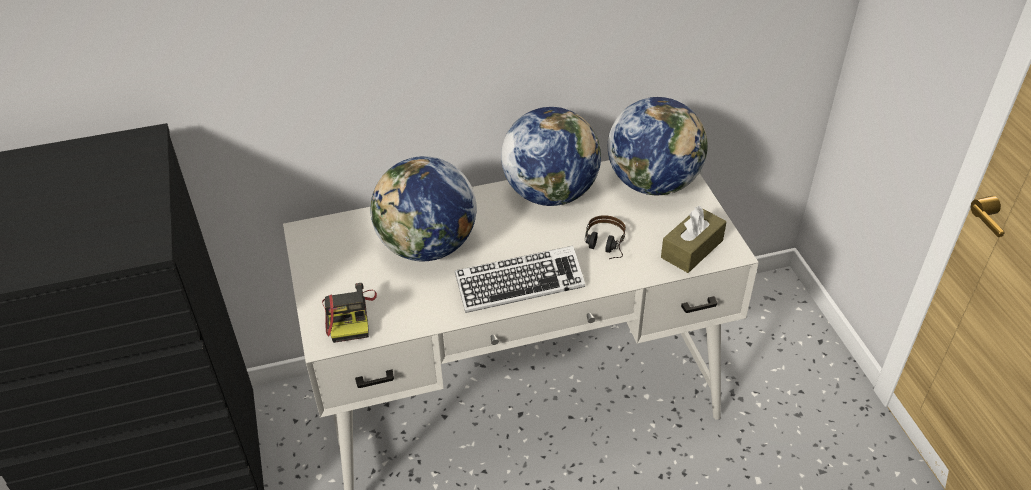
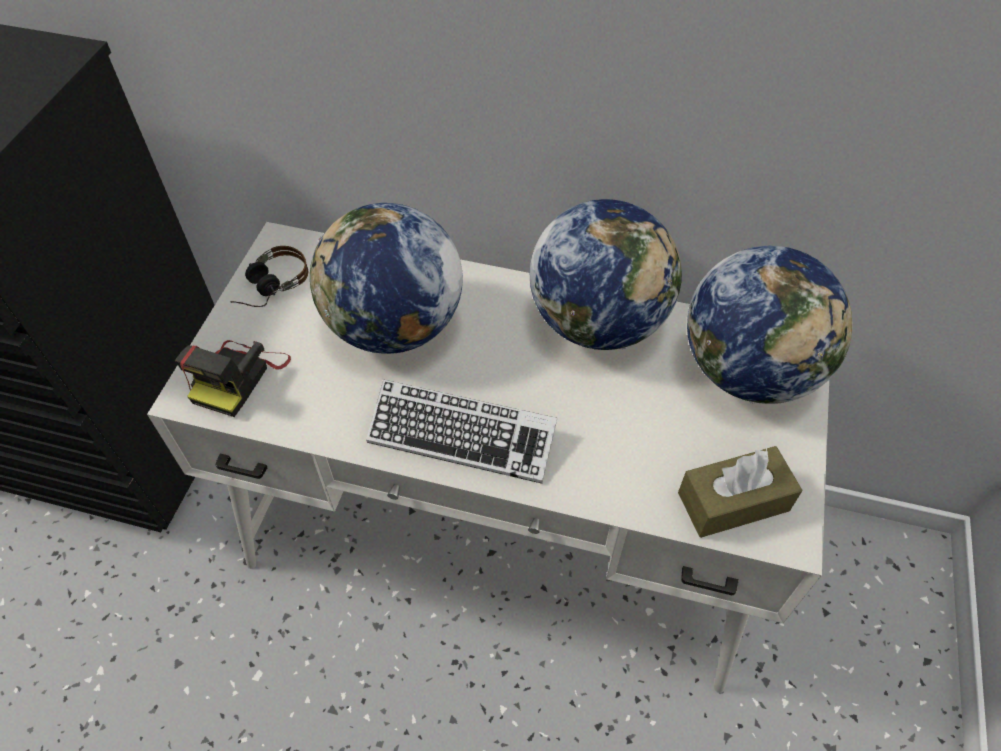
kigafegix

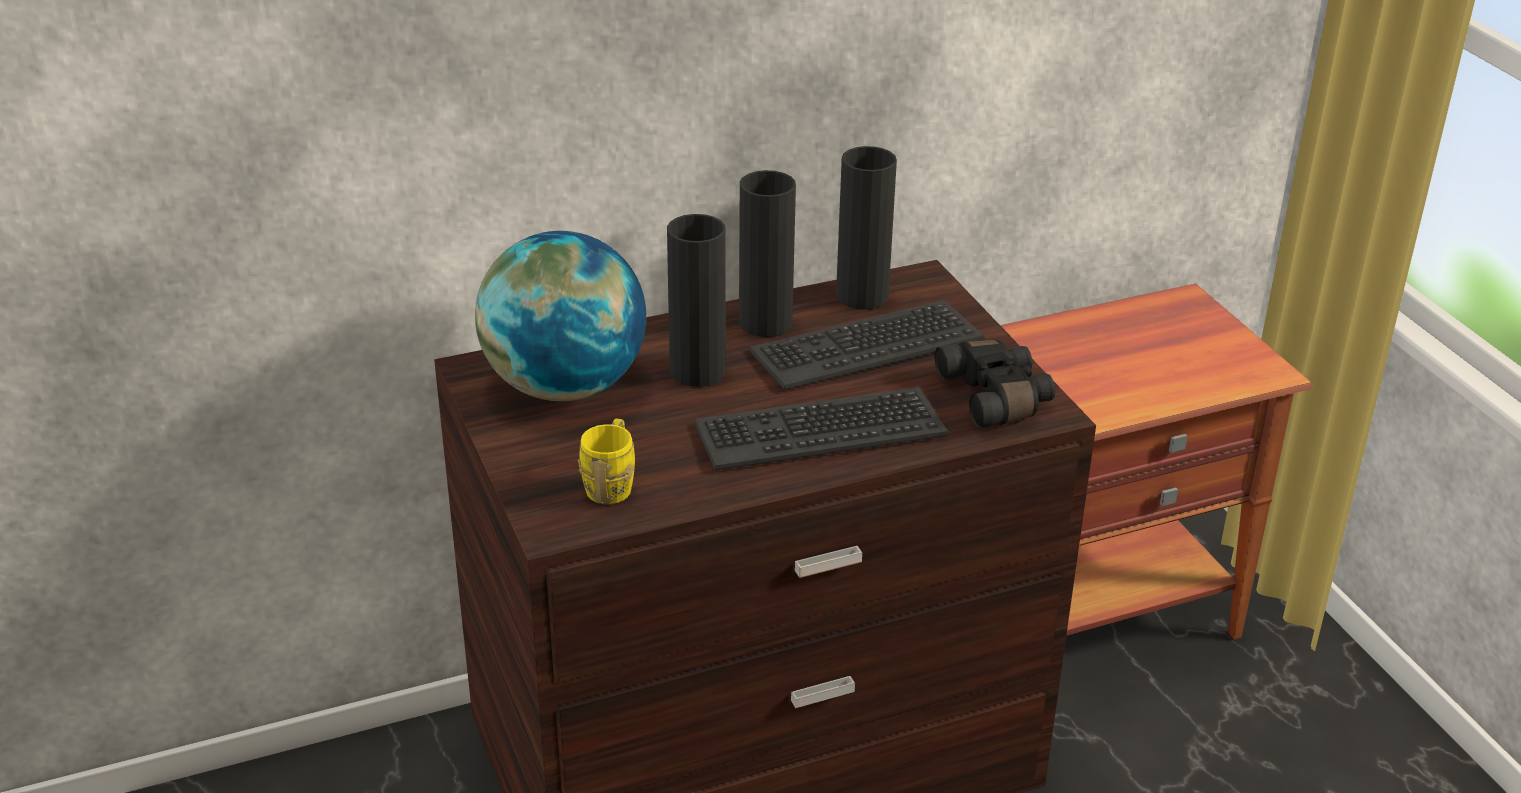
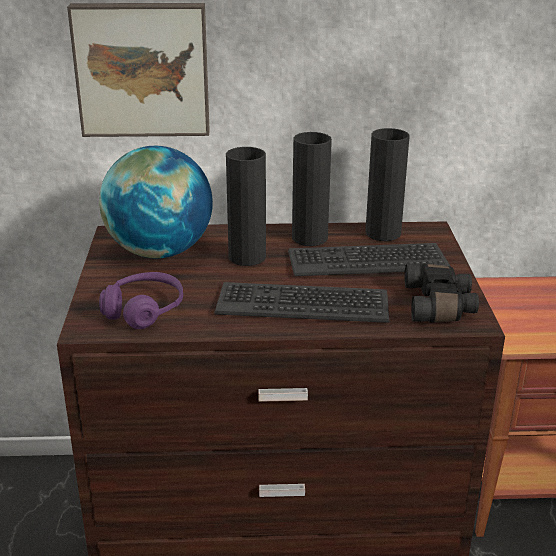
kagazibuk; kigafegix (purple)

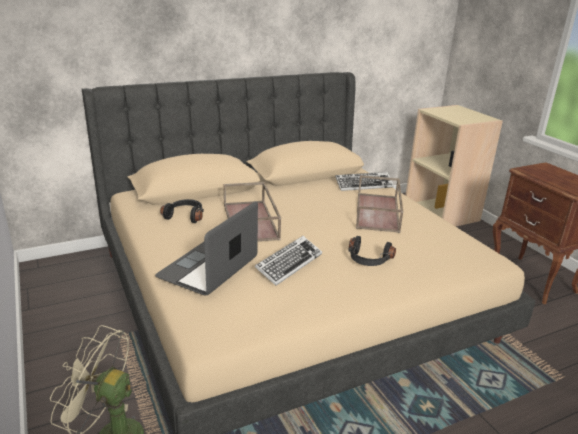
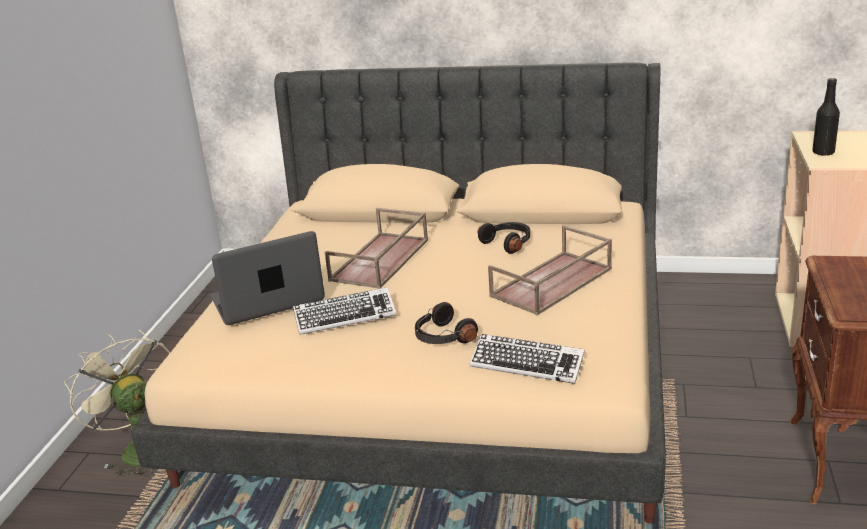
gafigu (no. 2 from left); kigafegix (black) (no. 2 from left); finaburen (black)

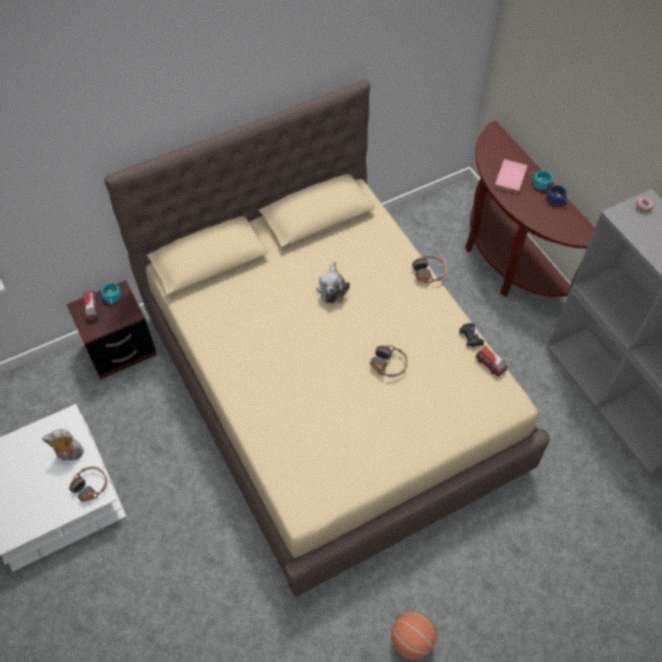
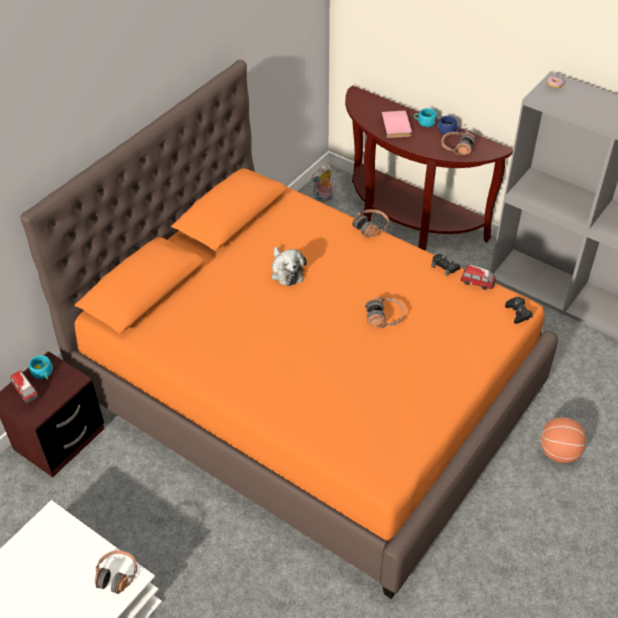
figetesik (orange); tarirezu (no. 2 from left); kigafegix (no. 4 from left); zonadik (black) (no. 2 from left); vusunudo

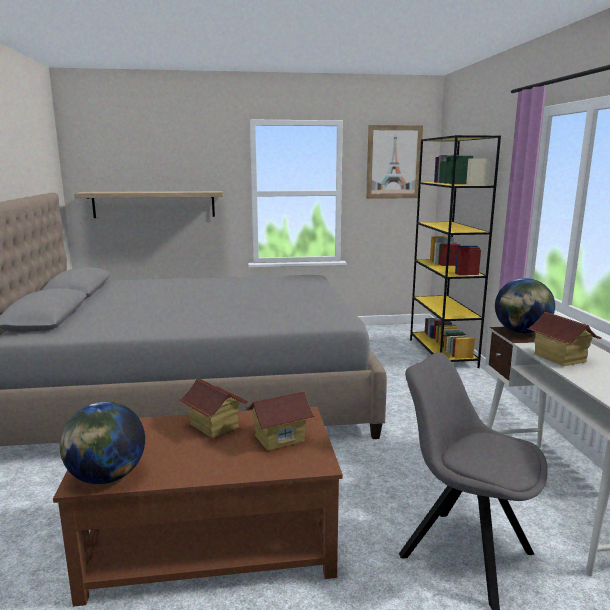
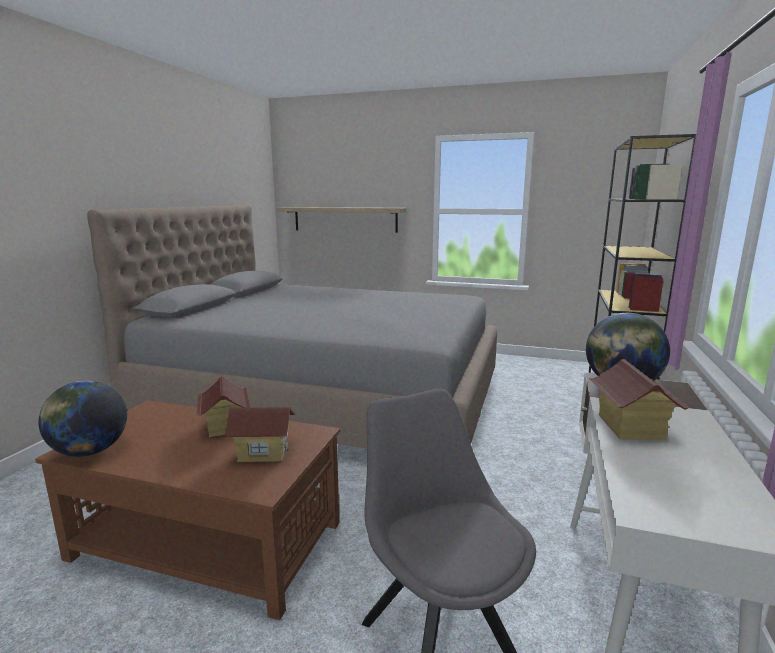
kagazibuk

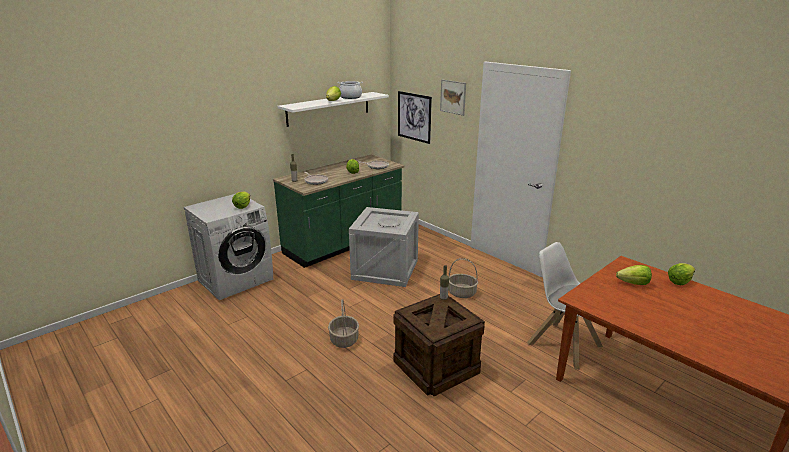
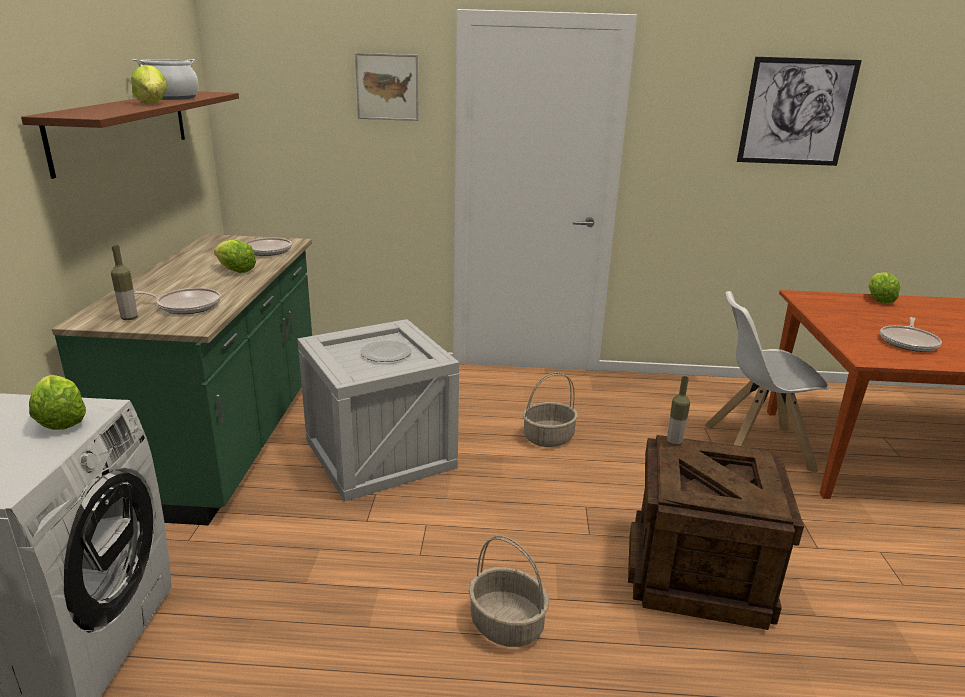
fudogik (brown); kagazibuk (no. 2 from left); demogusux (no. 3 from left); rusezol (no. 4 from left in the first image)

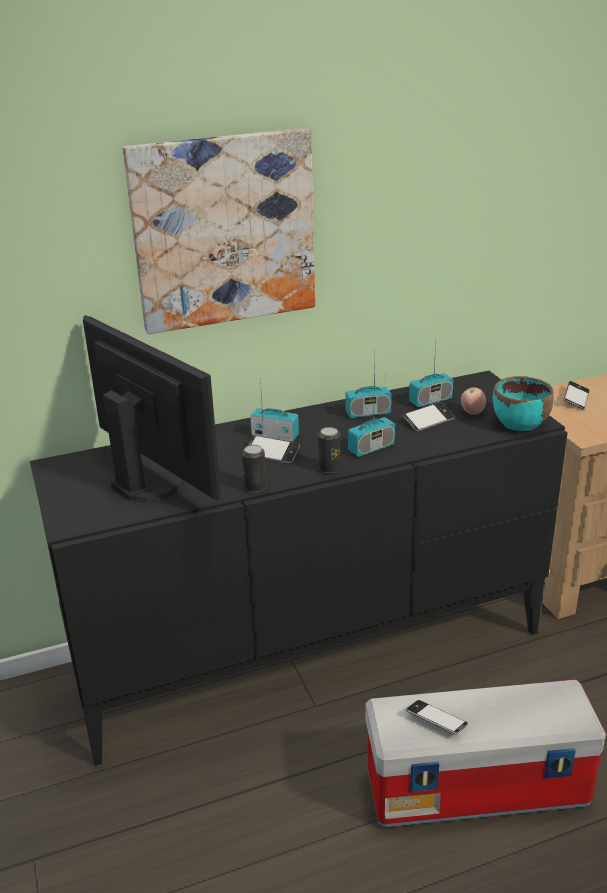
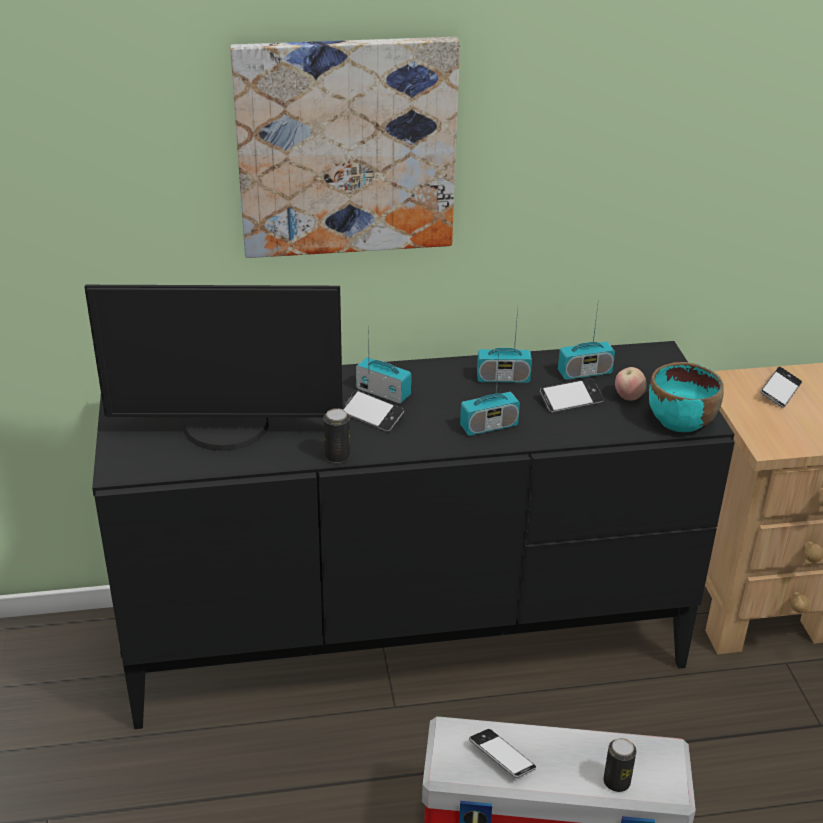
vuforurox; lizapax (no. 2 from left)

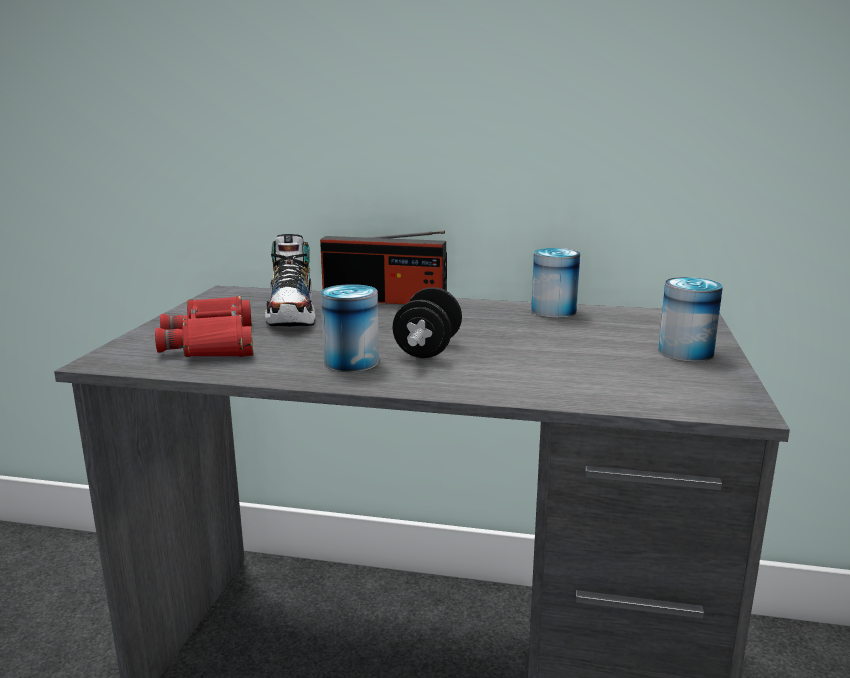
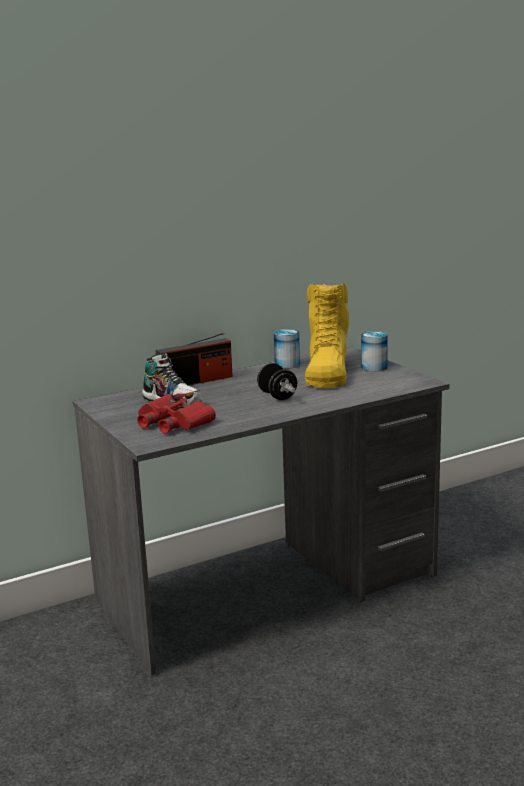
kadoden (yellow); lizapax (no. 1 from left in the first image)

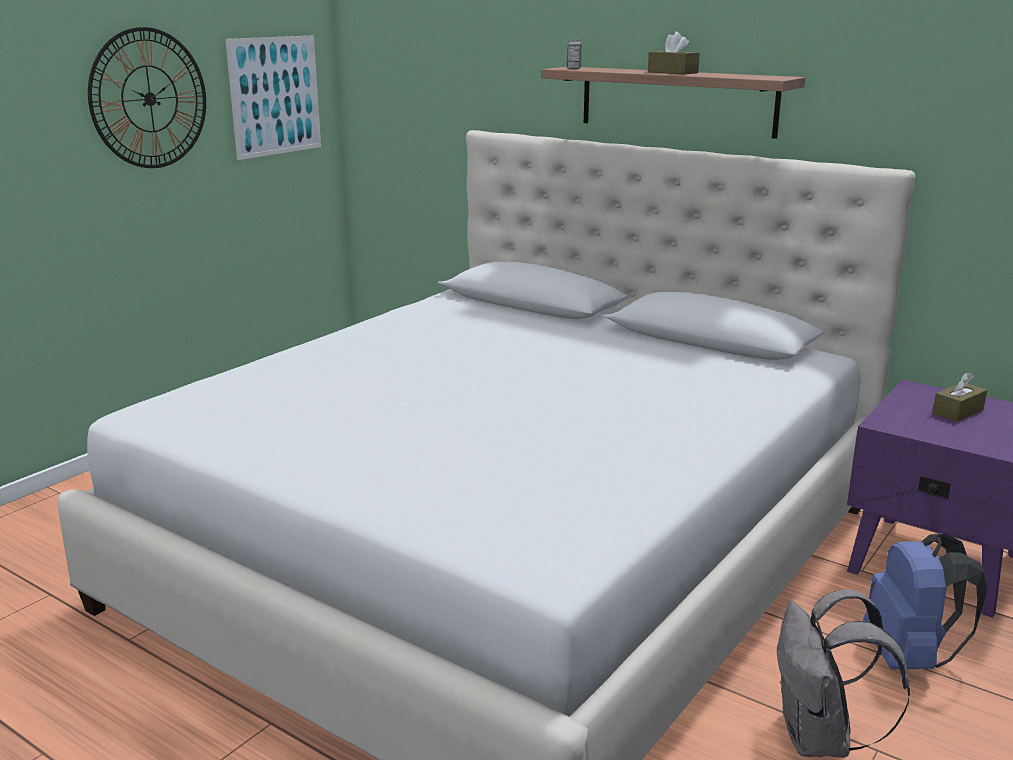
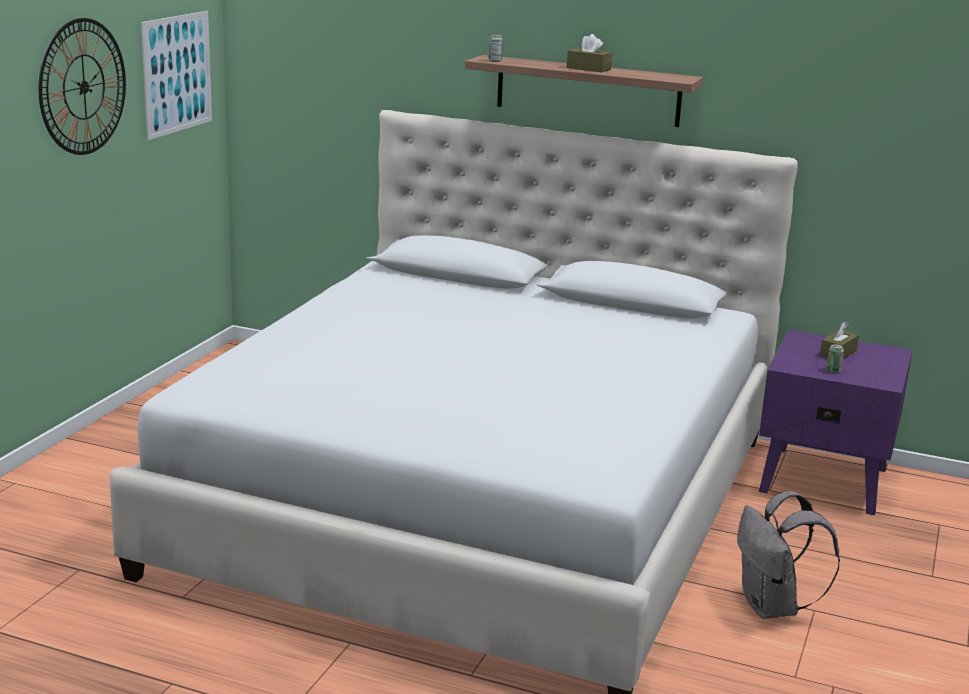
lizapax (no. 2 from left); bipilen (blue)

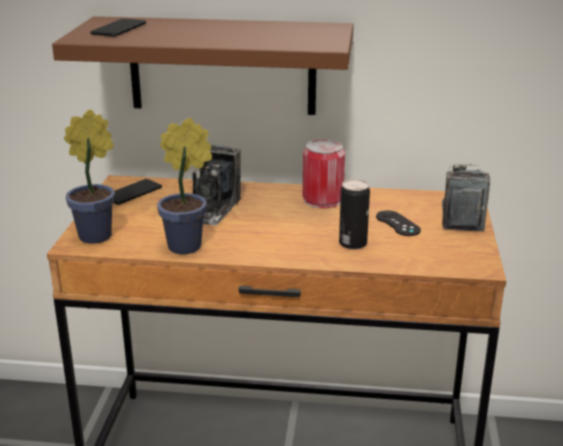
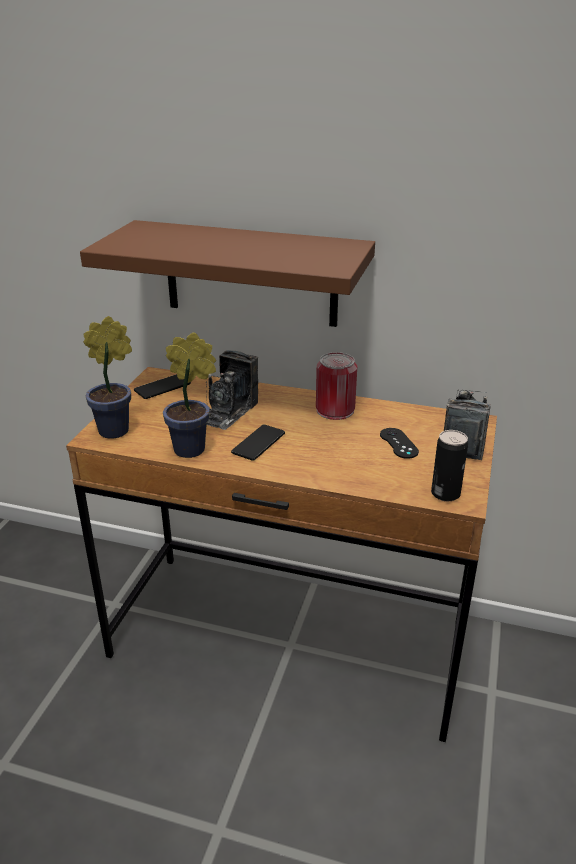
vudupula (no. 2 from left); lizapax (no. 2 from left)

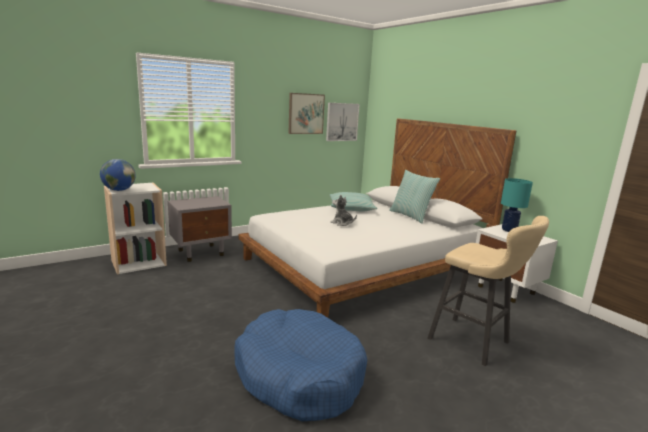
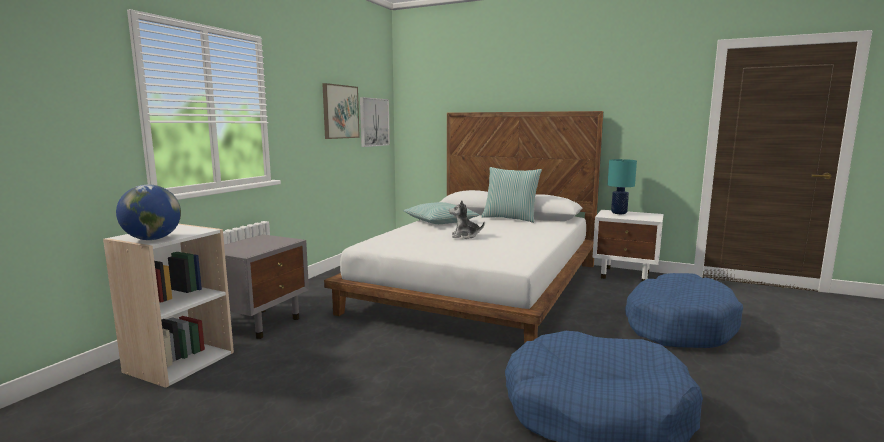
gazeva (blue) (no. 2 from left)

